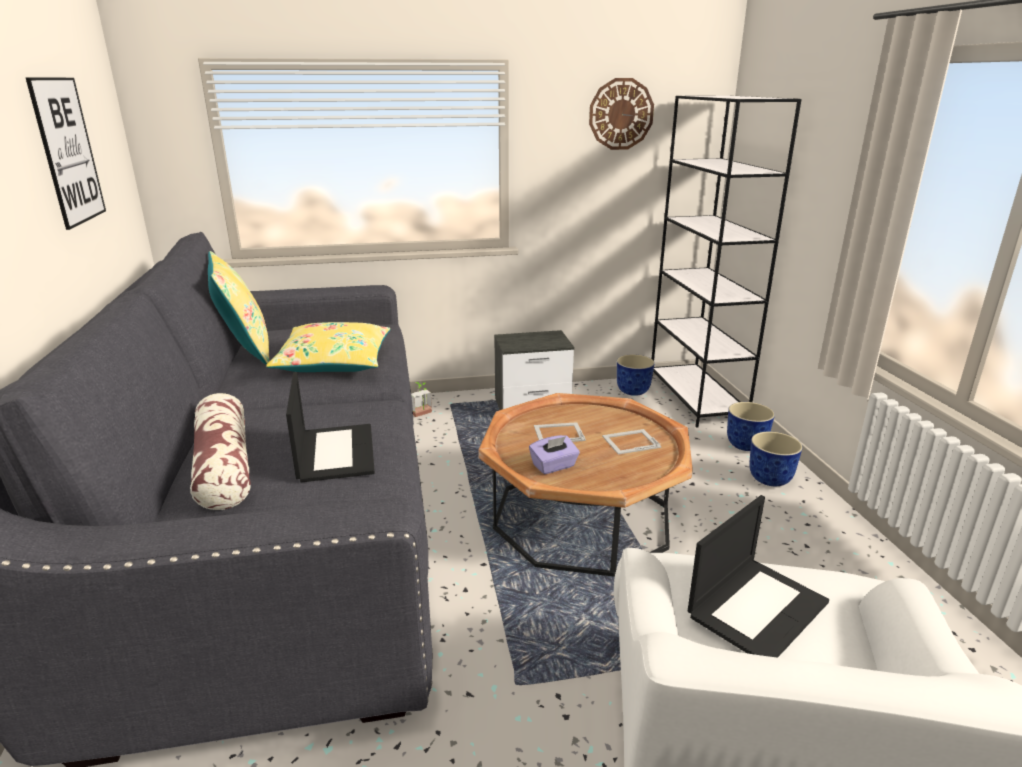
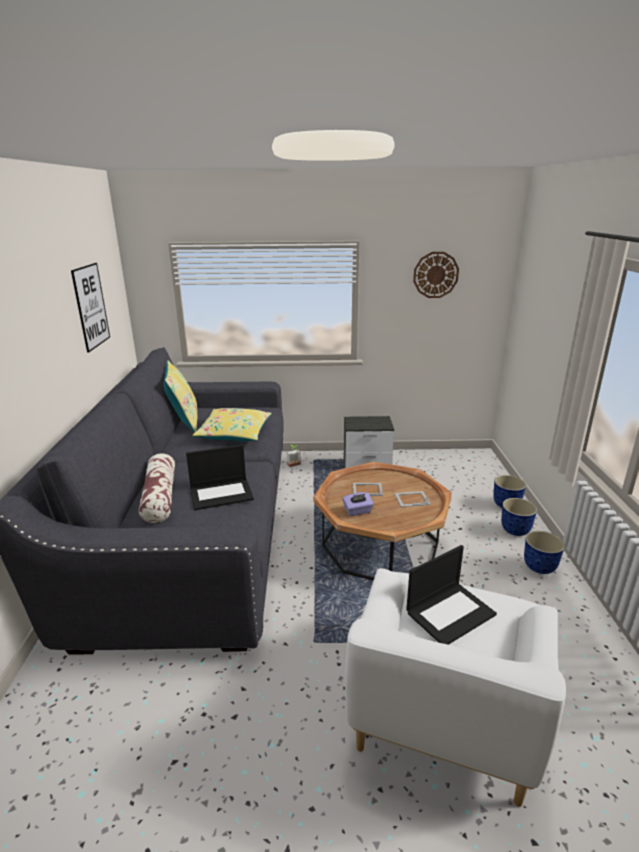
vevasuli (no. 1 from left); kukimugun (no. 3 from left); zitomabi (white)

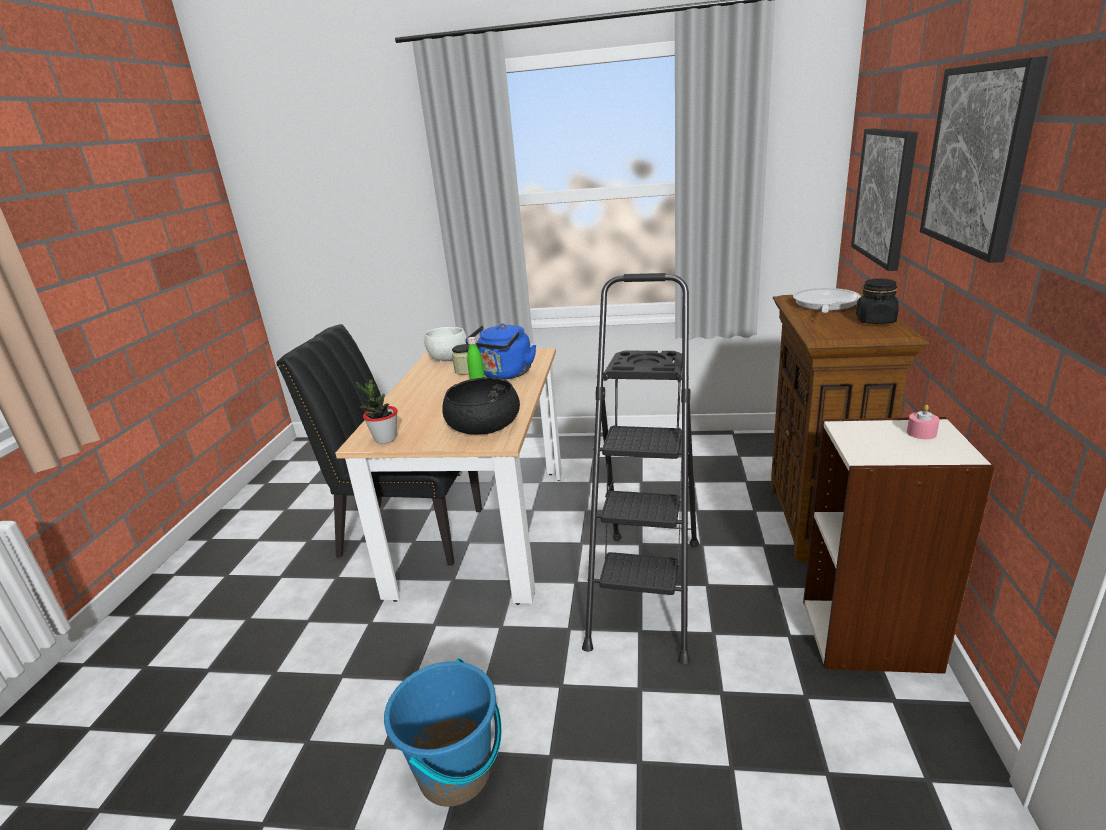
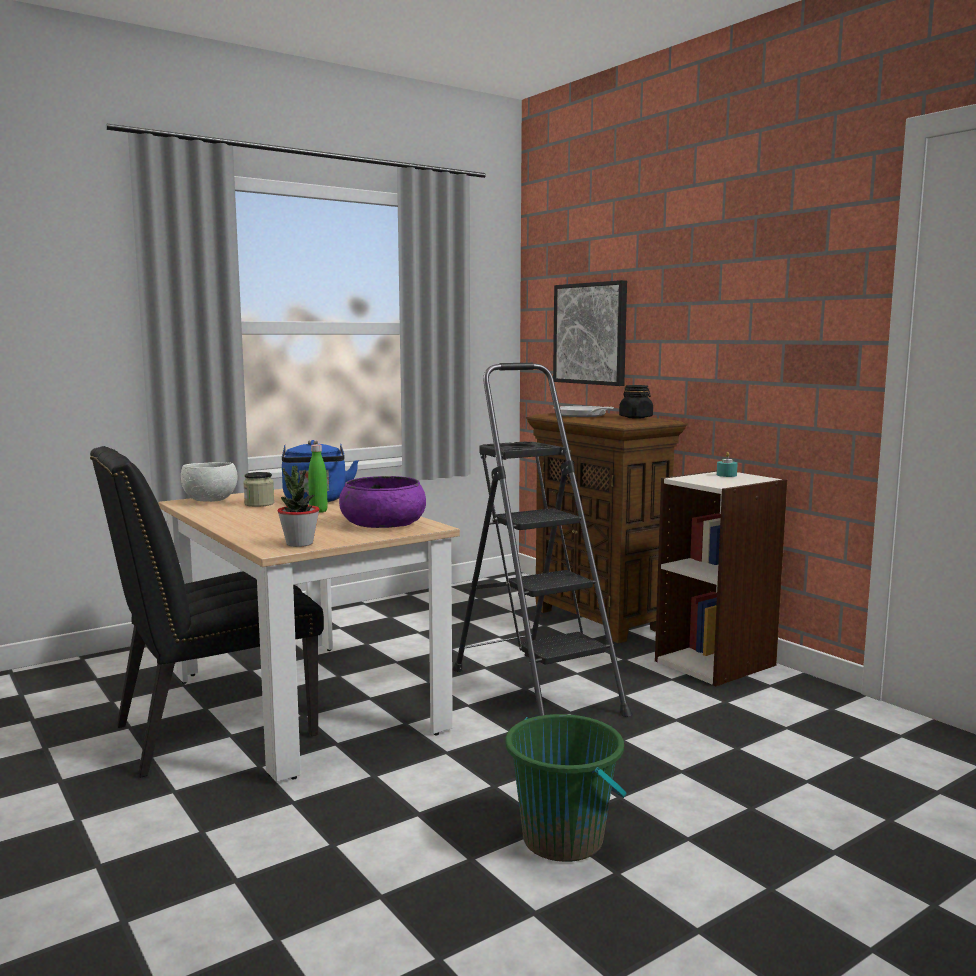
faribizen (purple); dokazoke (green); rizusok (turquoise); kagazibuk (no. 2 from left in the first image)

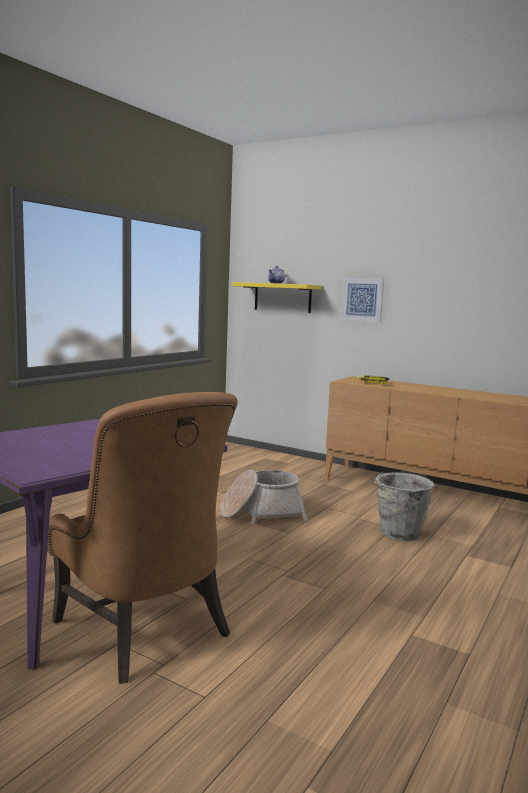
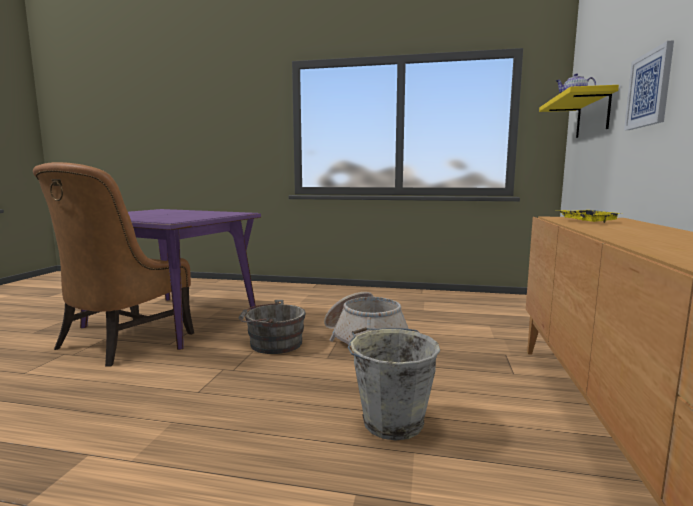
dokazoke (grey) (no. 1 from left)

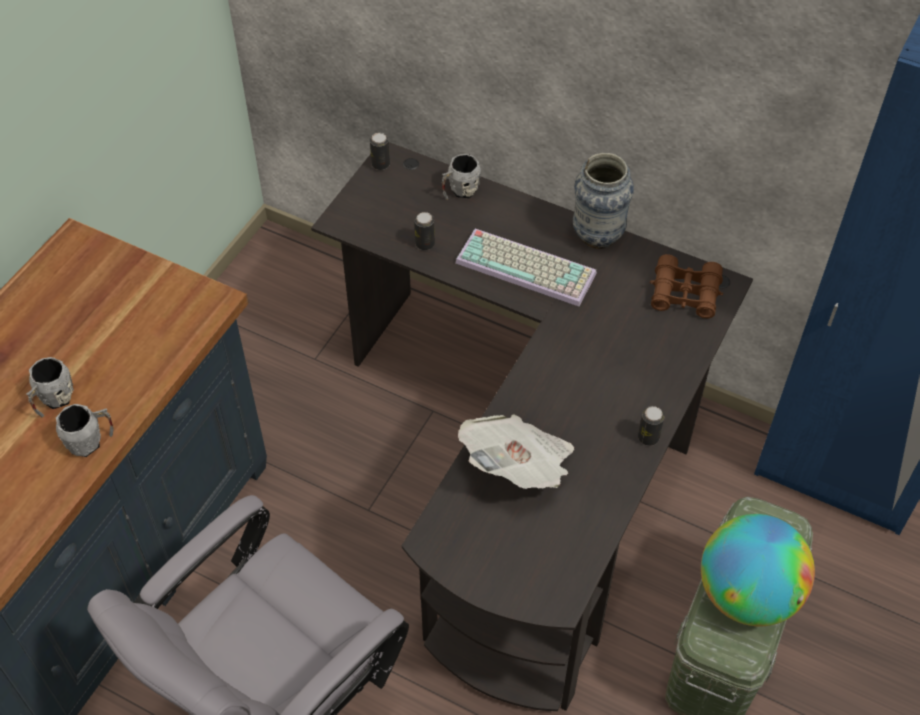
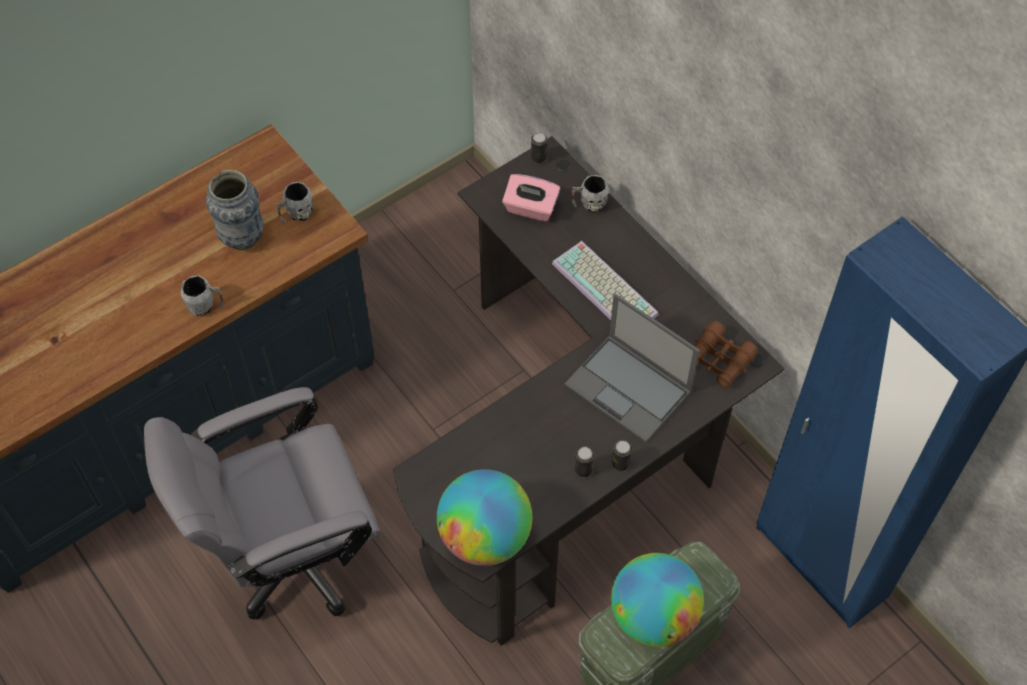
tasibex; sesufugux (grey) (no. 2 from left); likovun (no. 1 from left); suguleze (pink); vevasuli; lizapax (no. 2 from left); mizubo

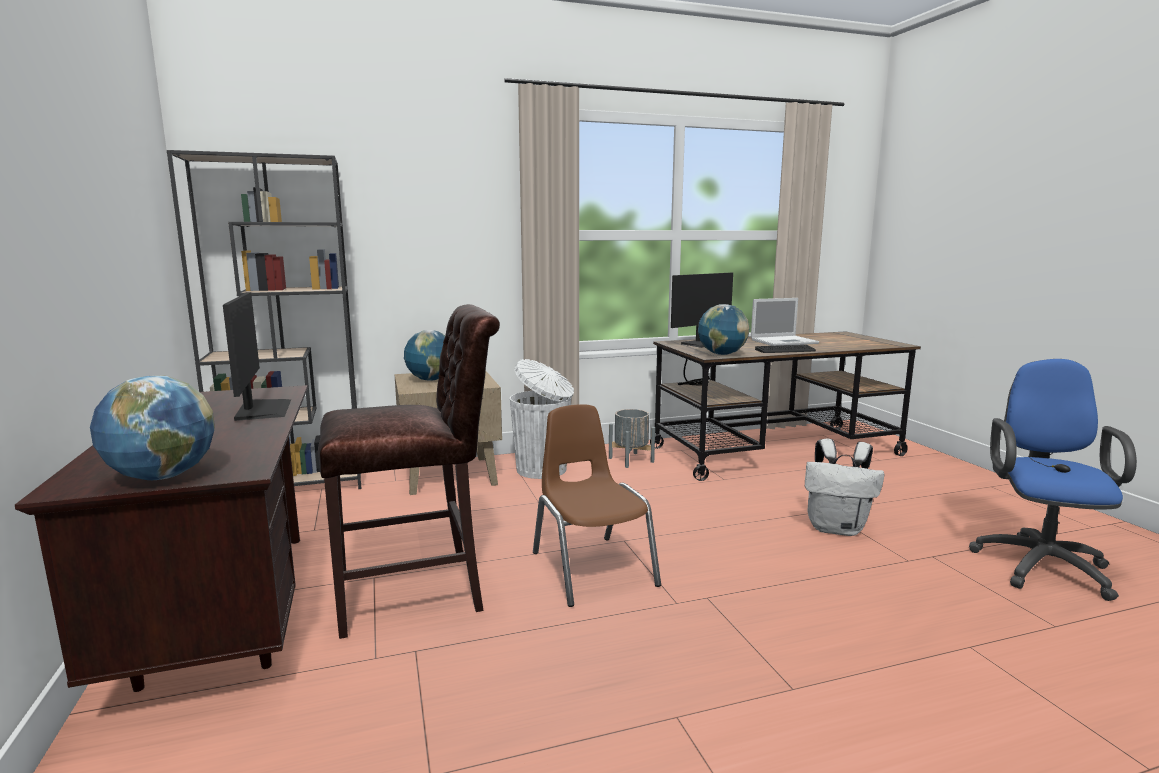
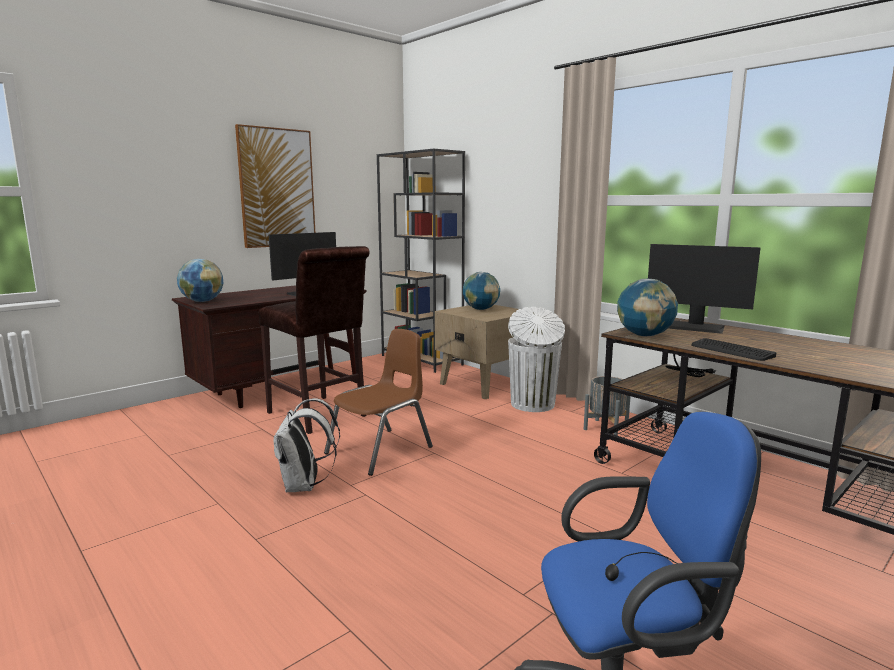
kagazibuk; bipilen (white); vevasuli

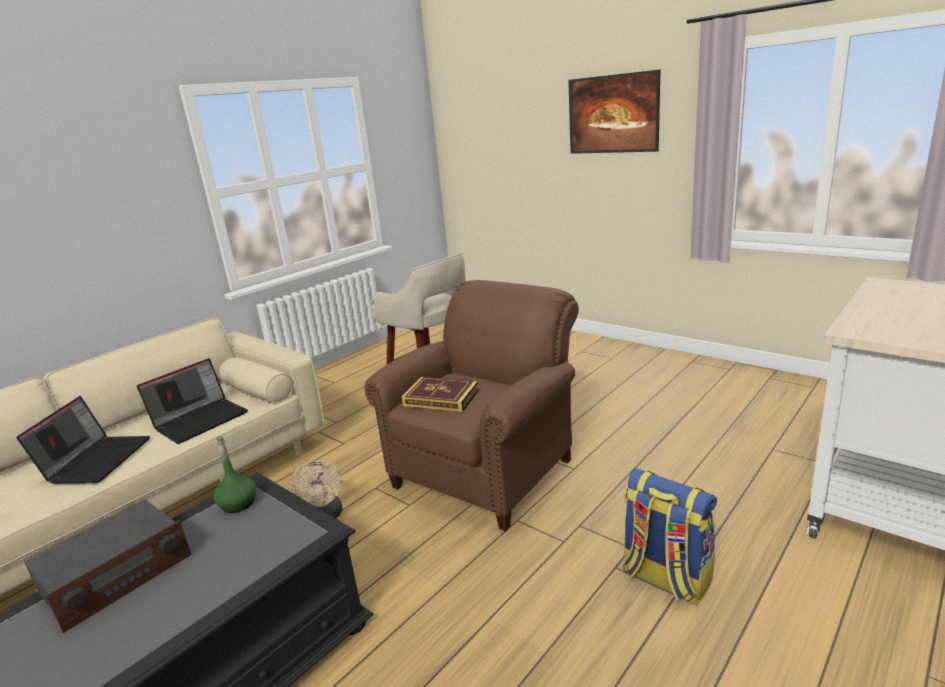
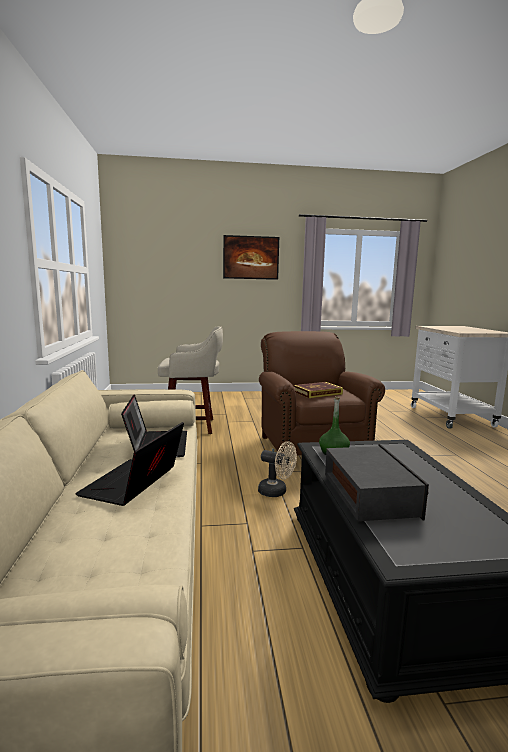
vevasuli (no. 1 from left); bipilen

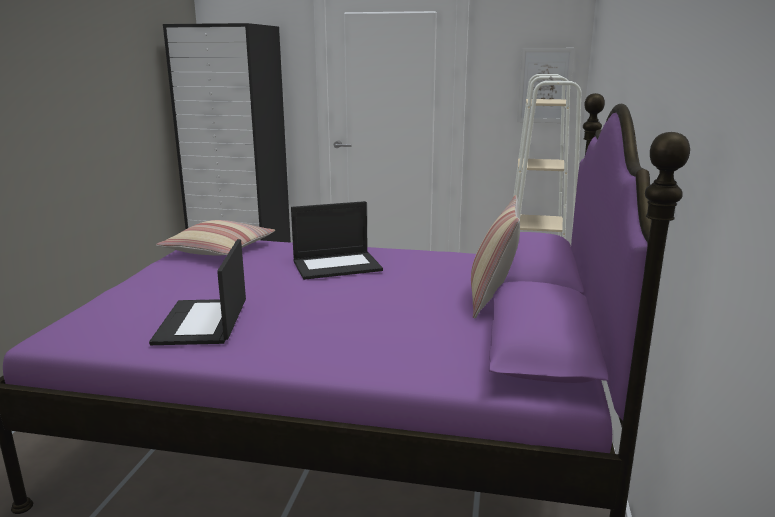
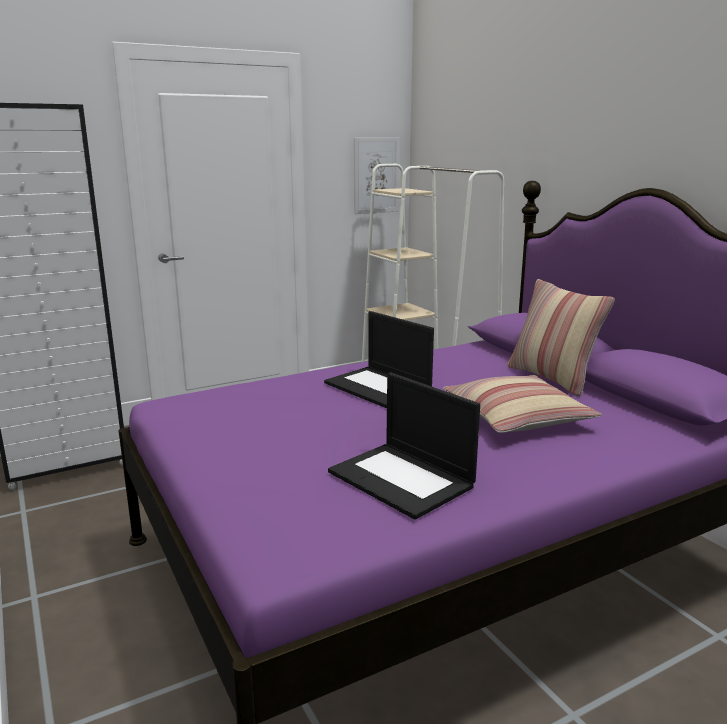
vevasuli (no. 1 from left); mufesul (no. 1 from left)

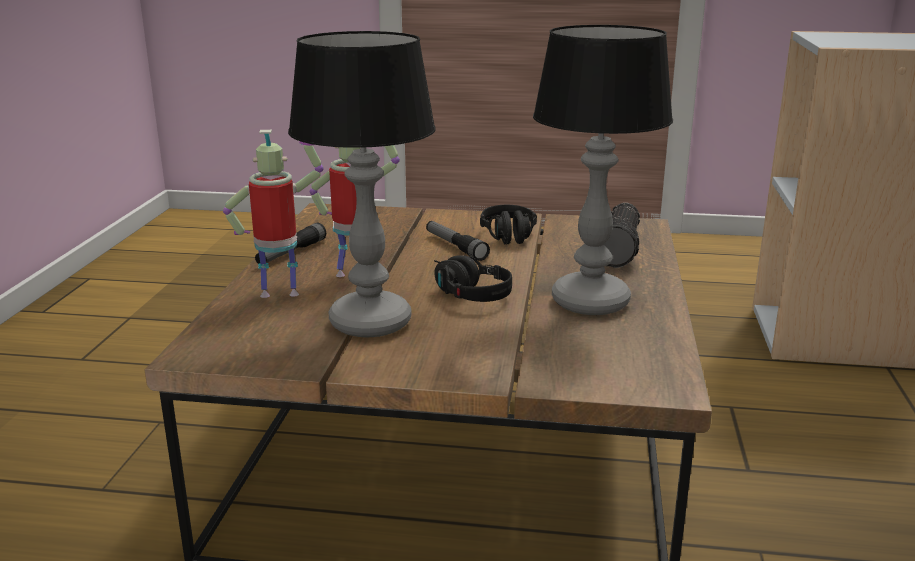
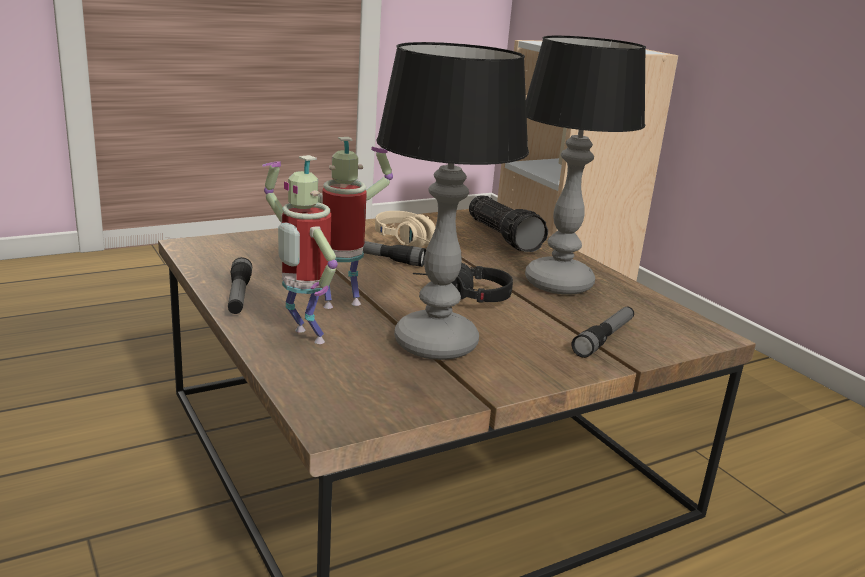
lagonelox (no. 1 from left); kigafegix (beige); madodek (no. 4 from left)

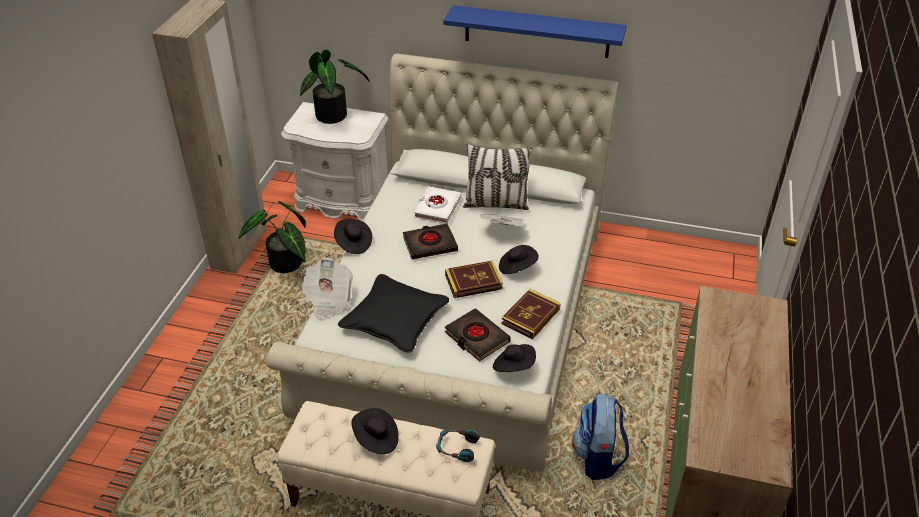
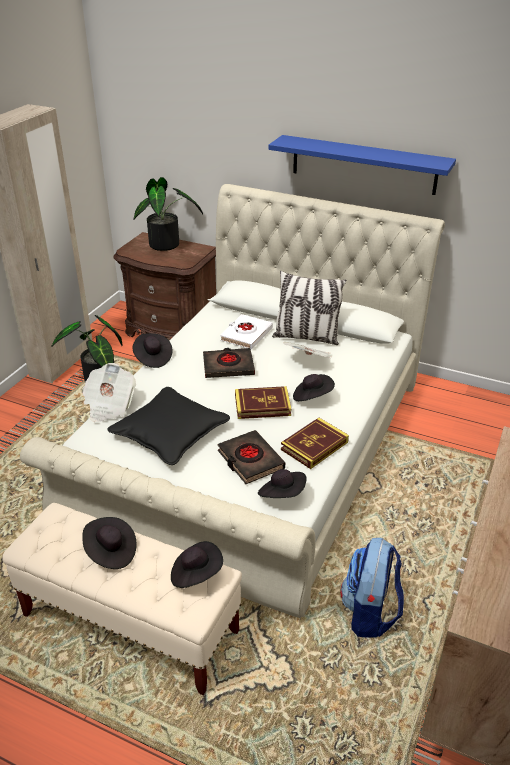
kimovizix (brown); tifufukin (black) (no. 3 from left)

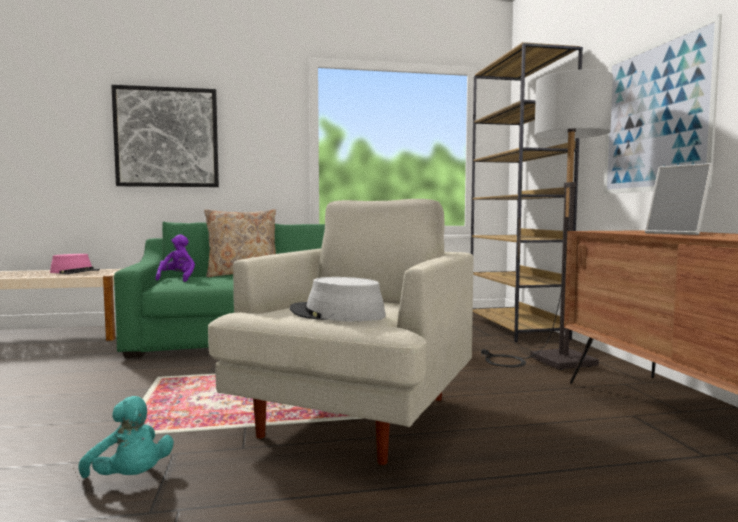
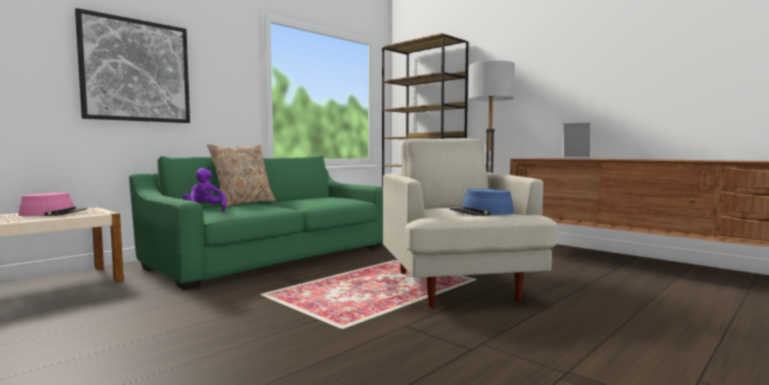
tifufukin (blue); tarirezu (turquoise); kagazibuk (no. 2 from left in the first image)

